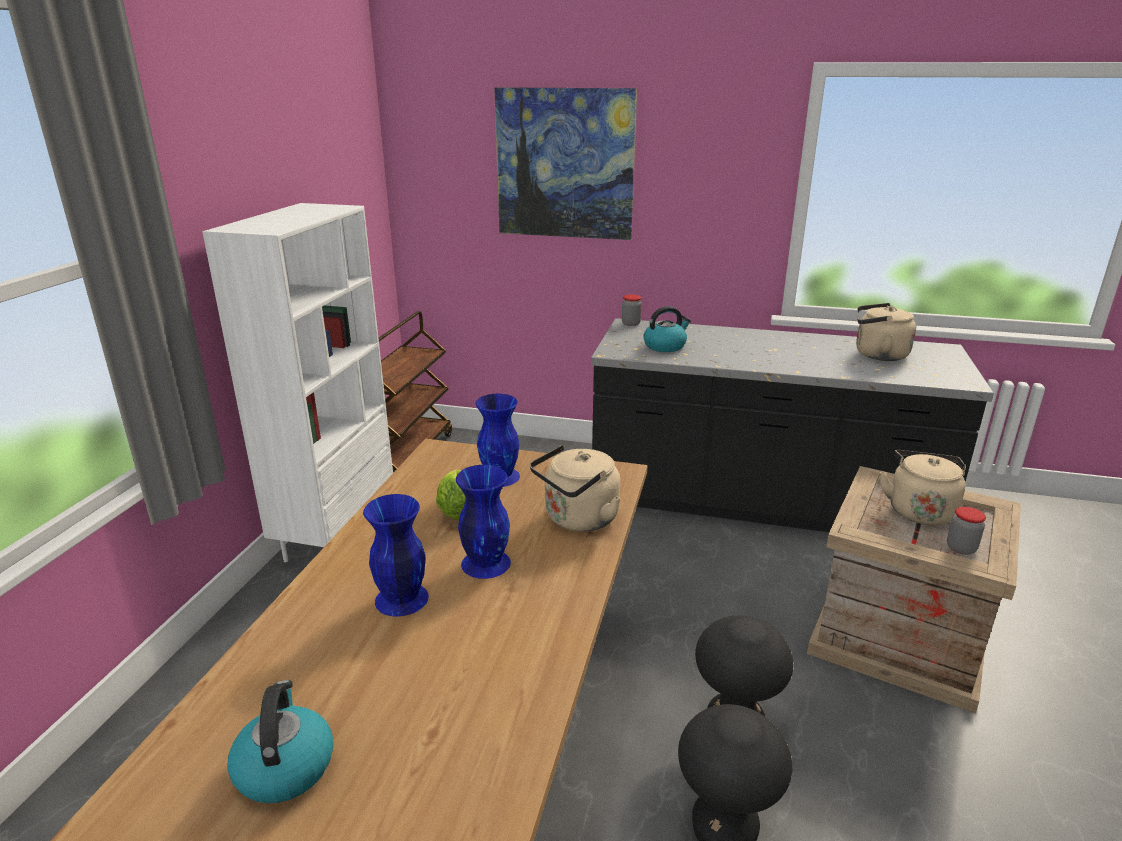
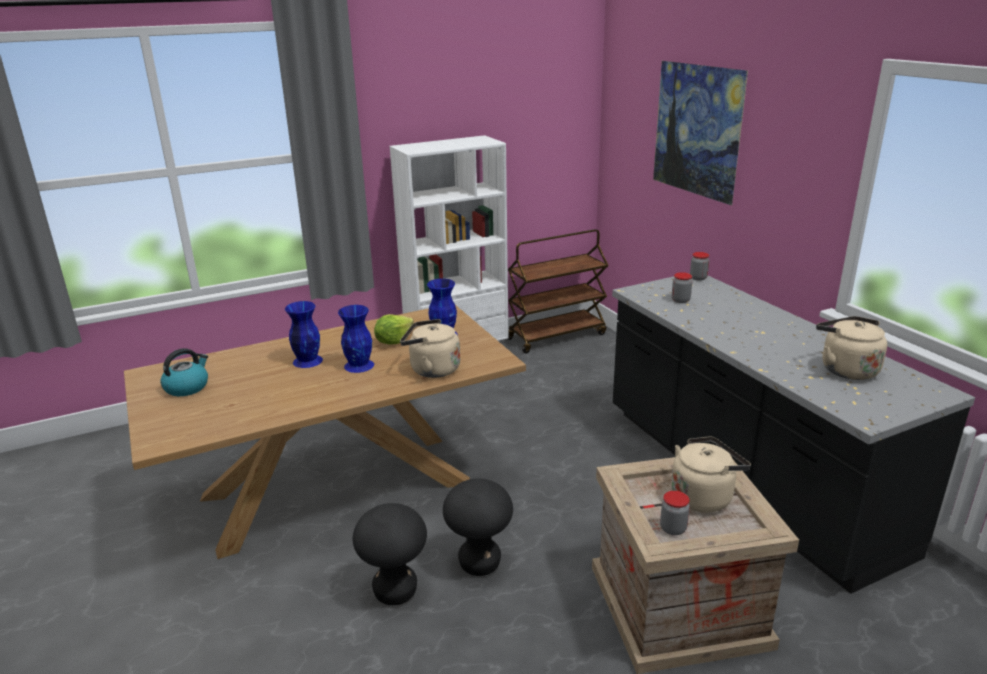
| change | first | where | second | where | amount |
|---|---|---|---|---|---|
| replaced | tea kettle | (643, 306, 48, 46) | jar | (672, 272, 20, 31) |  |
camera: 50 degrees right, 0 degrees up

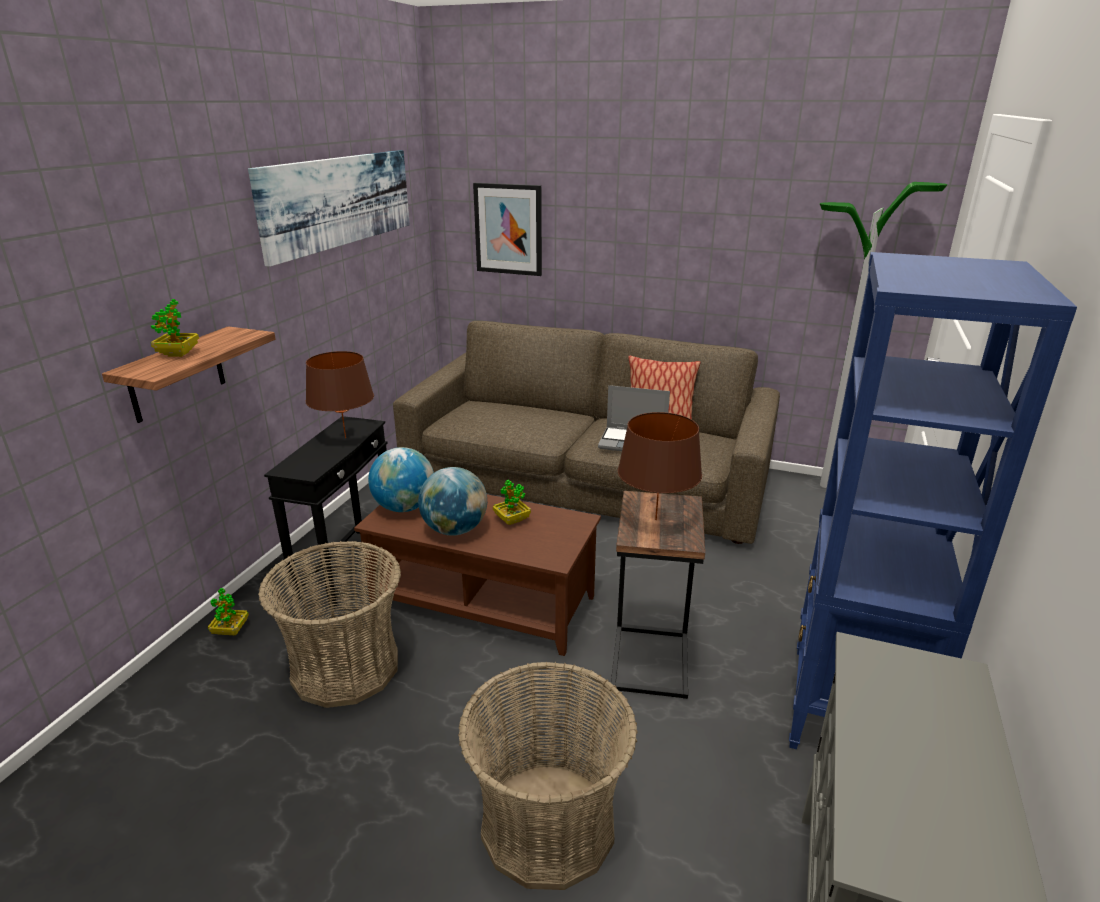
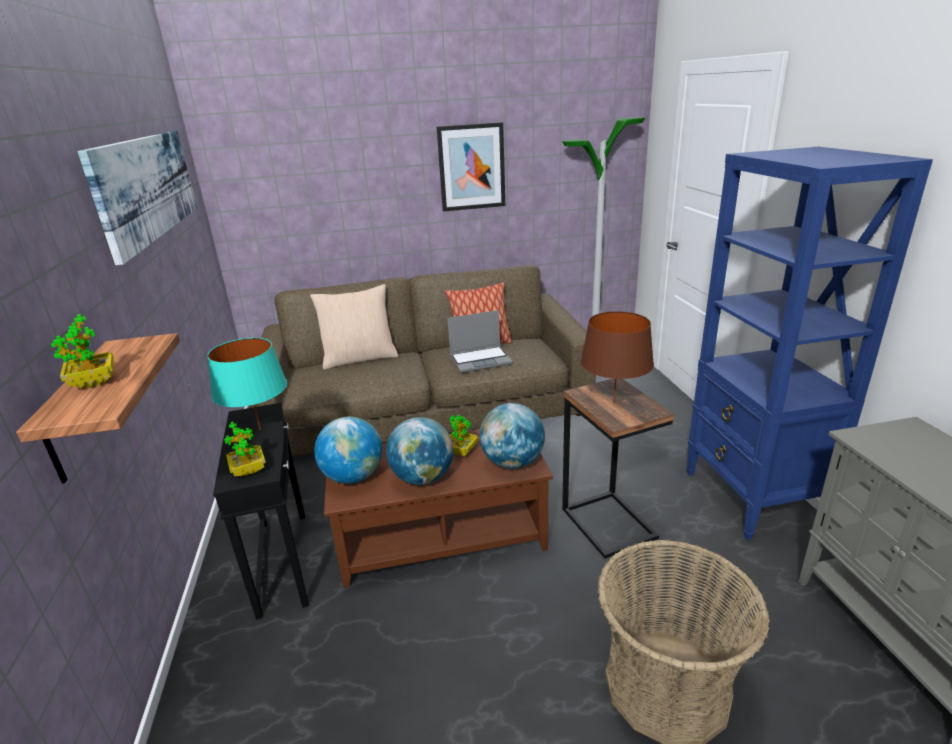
| change | first | where | second | where | amount |
|---|---|---|---|---|---|
| moved | plant in a pot | (208, 588, 41, 47) |  | (224, 422, 42, 54) |  |
| removed | household basket | (258, 541, 143, 167) |  |  |  |
| recoloured | table lamp/brown-coloured | (306, 351, 68, 87) | table lamp/blue-green | (207, 338, 80, 92) |  |
| moved | wall art | (473, 183, 69, 93) |  | (437, 122, 68, 89) |  |
| added |  |  | pillow/beige-coloured | (310, 284, 89, 86) |  |
| added |  |  | world globe | (479, 403, 66, 66) |  |
camera: 30 degrees left, 0 degrees up

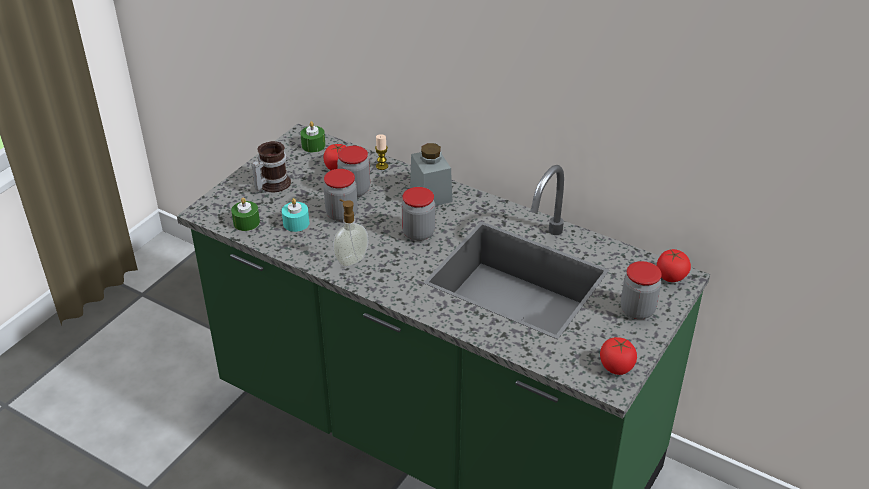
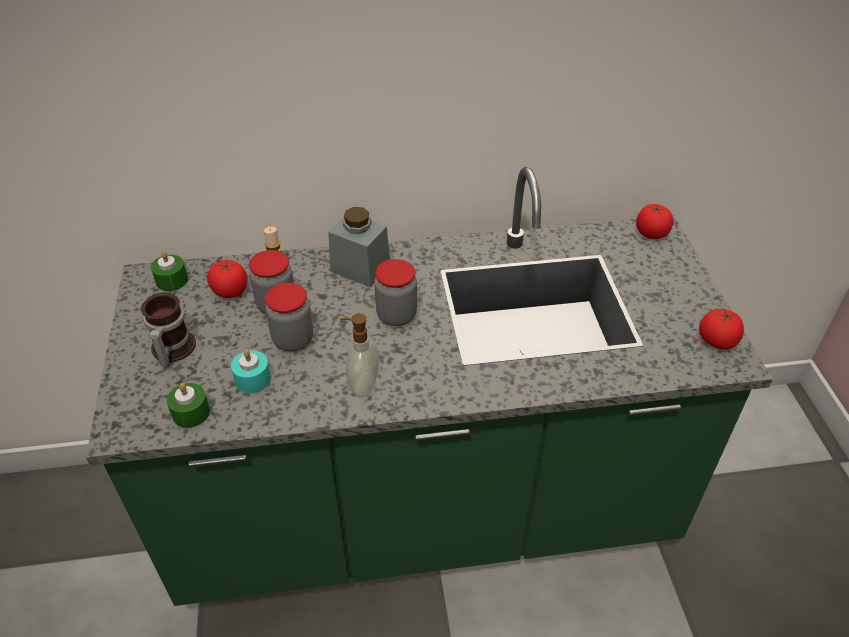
| change | first | where | second | where | amount |
|---|---|---|---|---|---|
| removed | jar | (621, 261, 41, 58) |  |  |  |
camera: 40 degrees left, 5 degrees up

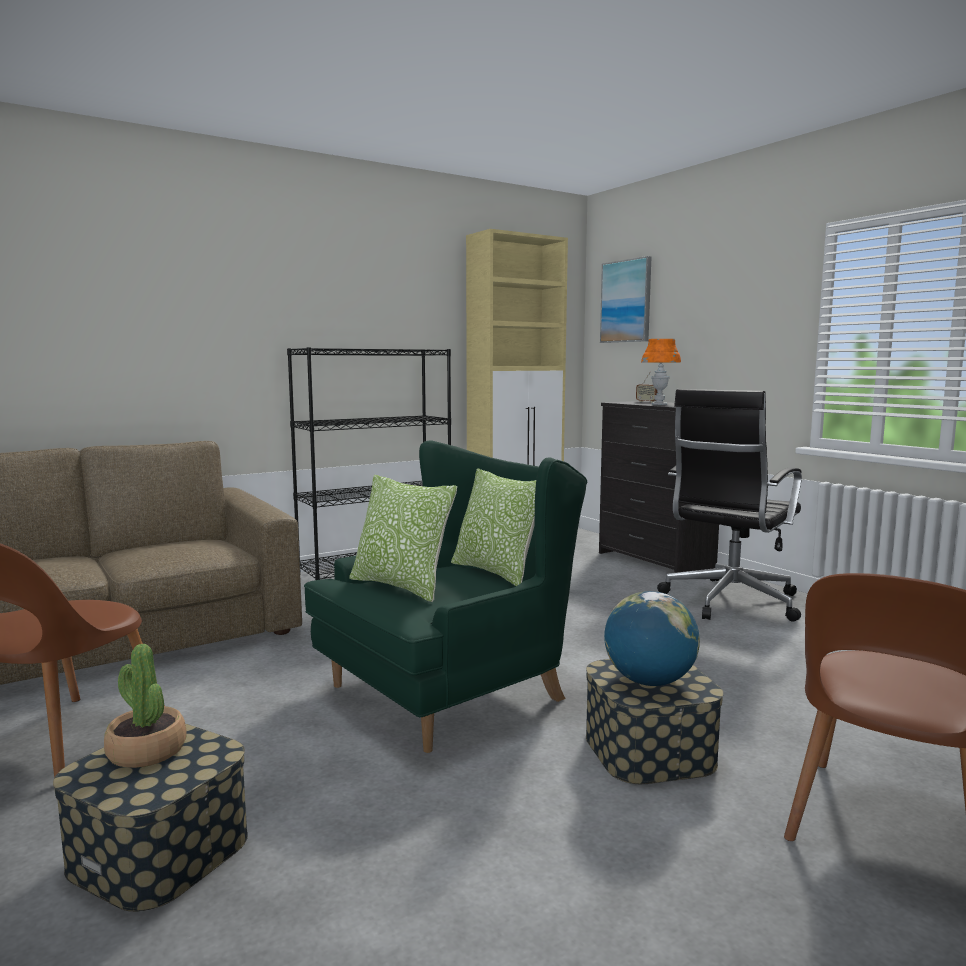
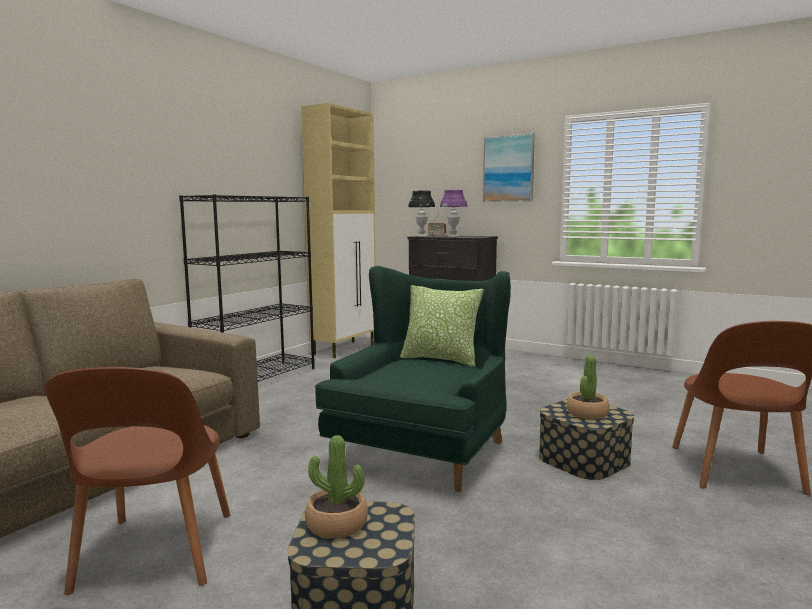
| change | first | where | second | where | amount |
|---|---|---|---|---|---|
| removed | pillow | (349, 475, 108, 127) |  |  |  |
| moved | wall art | (600, 256, 52, 87) |  | (483, 133, 52, 69) |  |
| replaced | world globe | (604, 591, 96, 95) | plant in a pot | (567, 355, 42, 65) |  |
| recoloured | table lamp/orangey | (641, 339, 40, 66) | table lamp/purple | (440, 190, 27, 47) |  |
| removed | desk chair/black-coloured | (657, 389, 145, 232) |  |  |  |
| added |  |  | table lamp/black-coloured | (408, 191, 27, 46) |  |
camera: 25 degrees left, 0 degrees up

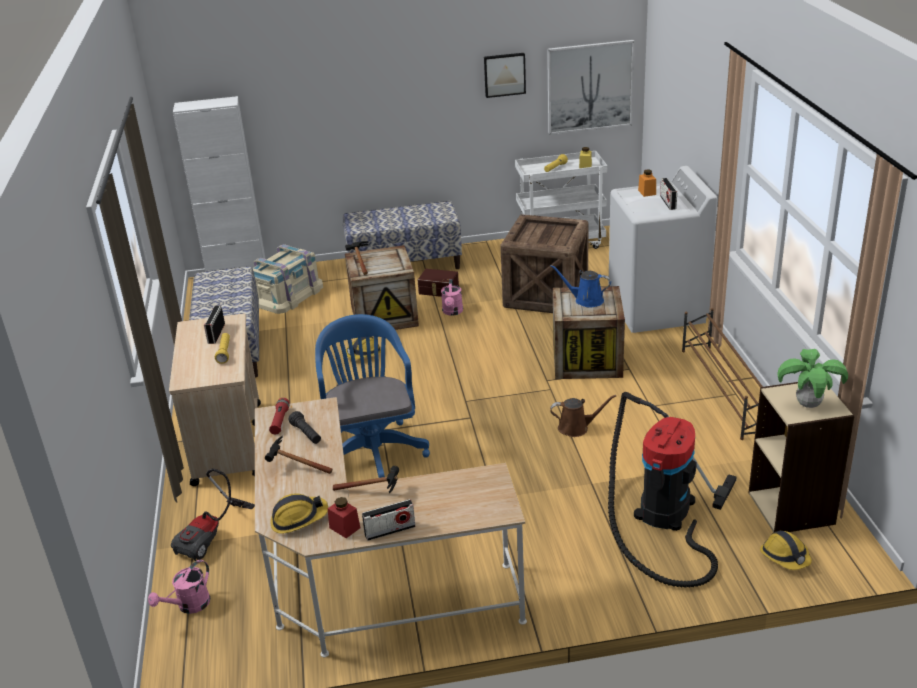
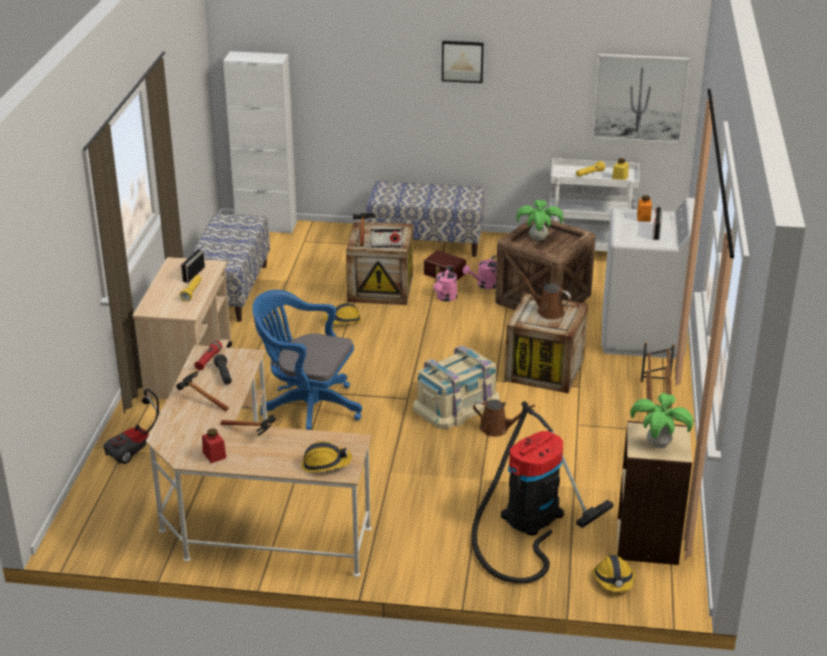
| change | first | where | second | where | amount |
|---|---|---|---|---|---|
| moved | watering can/pinkish | (148, 560, 62, 54) |  | (463, 255, 34, 34) |  |
| moved | storage bin/beige-coloured | (253, 244, 70, 70) |  | (413, 346, 86, 83) |  |
| moved | safety helmet | (270, 493, 58, 40) |  | (301, 441, 51, 31) |  |
| turned | desk chair/bluish | (315, 314, 115, 164) |  | (252, 290, 110, 140) | 75 degrees counterclockwise |
| moved | radio set | (362, 499, 54, 42) |  | (371, 228, 32, 20) |  |
| moved | wall art | (484, 53, 42, 45) |  | (442, 41, 42, 42) |  |
| recoloured | watering can/bluish | (551, 265, 60, 42) | watering can/brown-coloured | (519, 271, 52, 48) |  |
| added |  |  | plant in a pot | (516, 200, 47, 41) |  |
camera: 15 degrees right, 0 degrees up

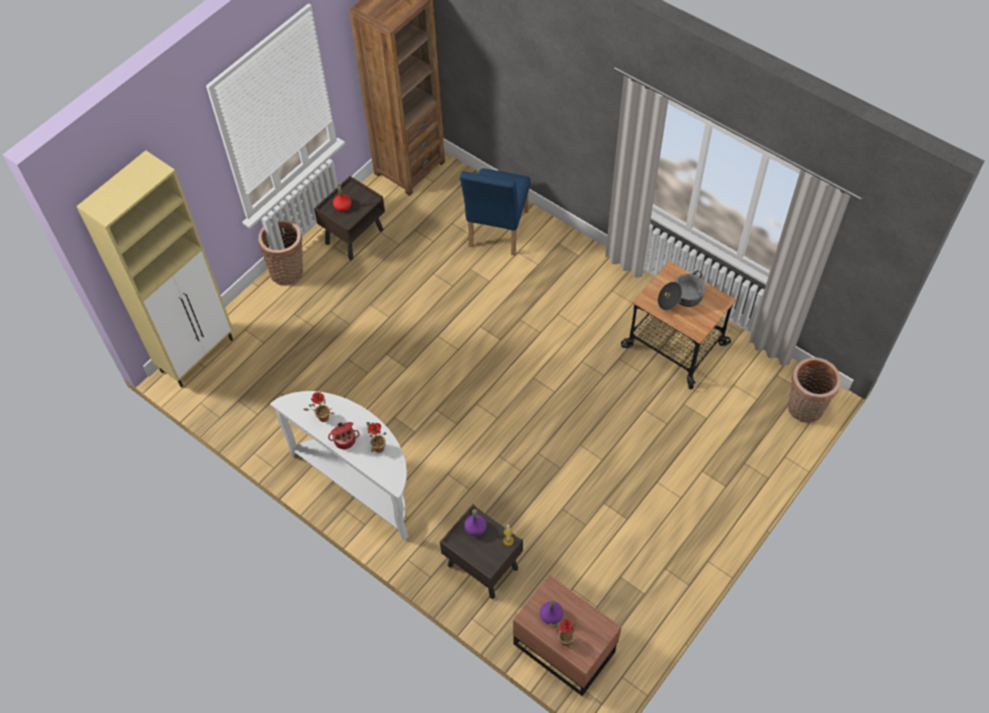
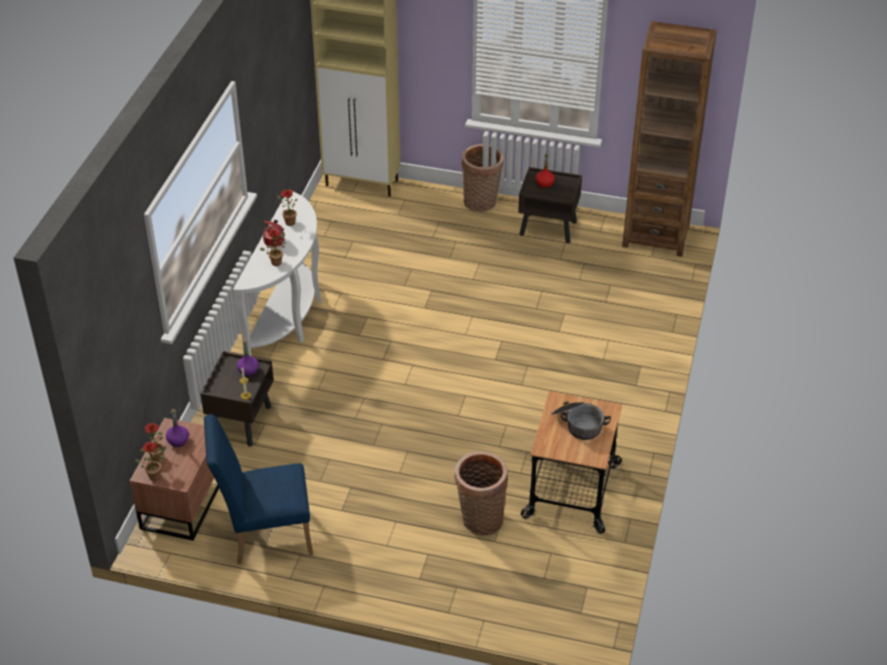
| change | first | where | second | where | amount |
|---|---|---|---|---|---|
| moved | chair/bluish | (460, 168, 70, 88) |  | (204, 414, 109, 150) |  |
| moved | household basket | (788, 357, 53, 66) |  | (455, 451, 53, 85) |  |
| added |  |  | plant in a pot | (135, 442, 31, 39) |  |
camera: 65 degrees right, 15 degrees down

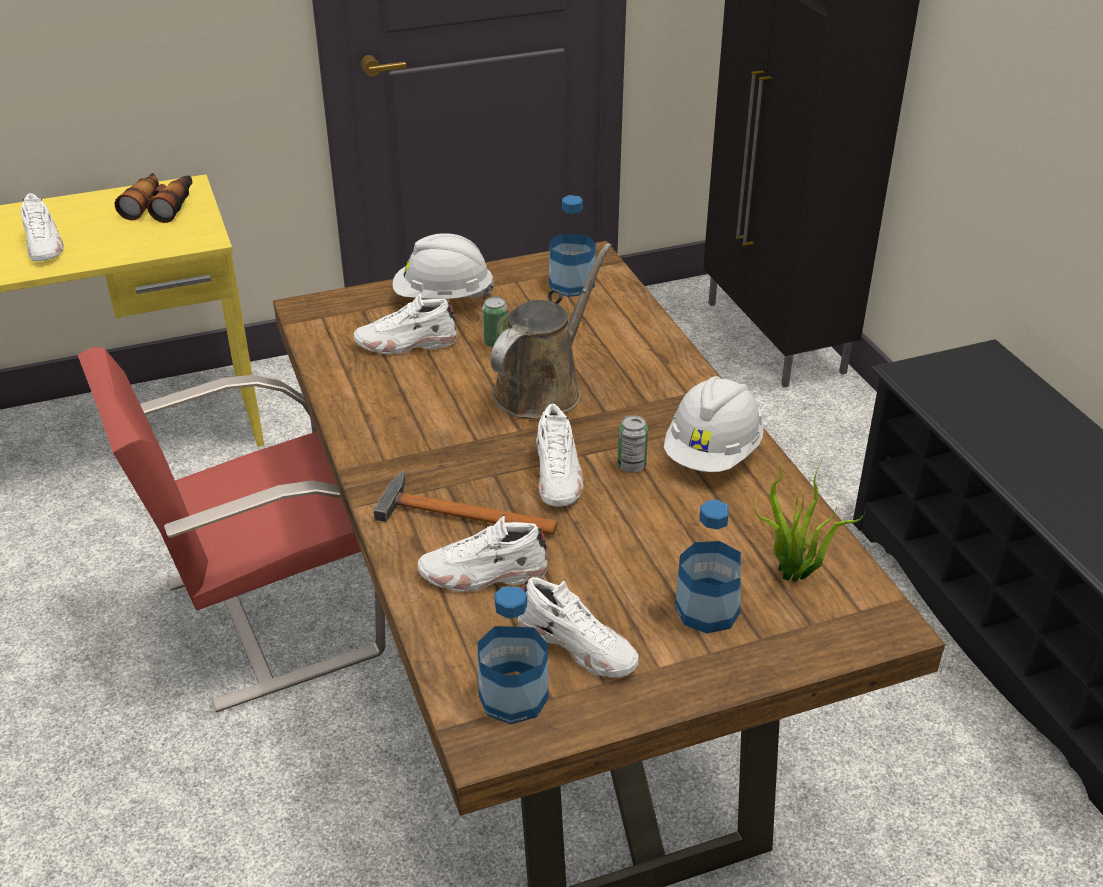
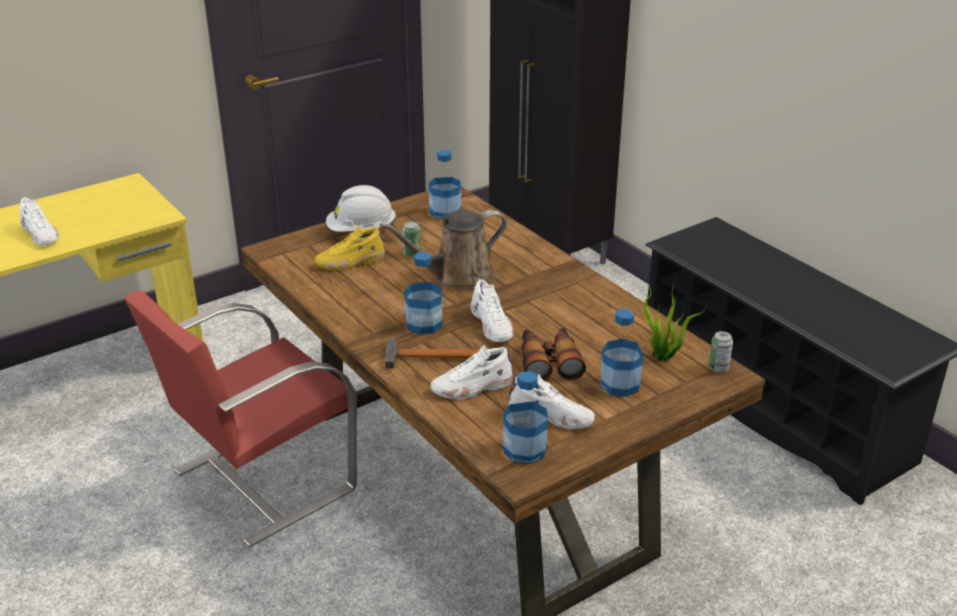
| change | first | where | second | where | amount |
|---|---|---|---|---|---|
| moved | binoculars | (115, 173, 78, 50) |  | (522, 328, 64, 53) |  |
| recoloured | low shoe/white-coloured | (354, 293, 103, 62) | low shoe/yellow-coloured | (315, 225, 70, 46) |  |
| turned | watering can/brown-coloured | (490, 243, 122, 176) |  | (380, 210, 127, 79) | 135 degrees counterclockwise |
| moved | sealed can | (617, 415, 31, 58) |  | (709, 331, 24, 42) |  |
| removed | safety helmet/white-coloured | (664, 376, 100, 96) |  |  |  |
| added |  |  | drink bottle | (404, 252, 39, 83) |  |
camera: 15 degrees left, 5 degrees down

